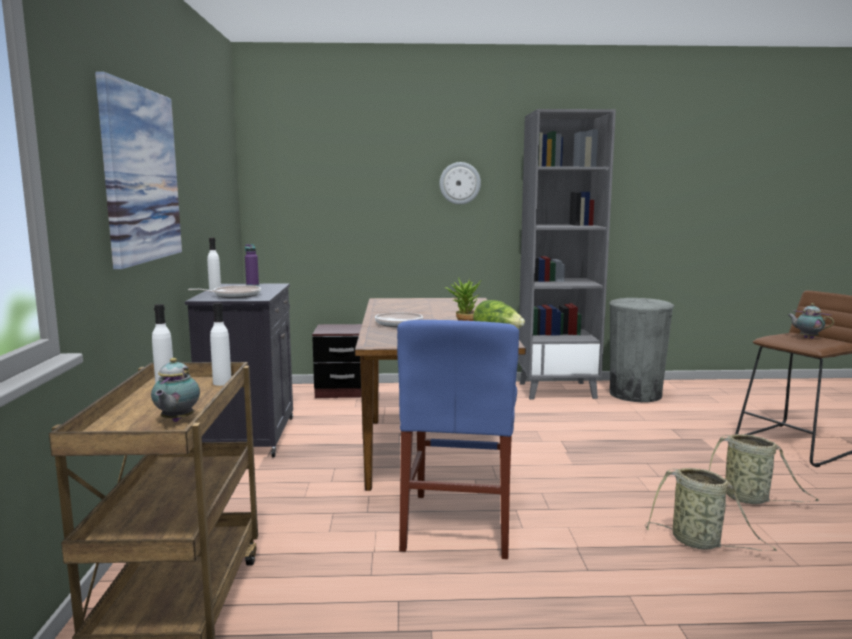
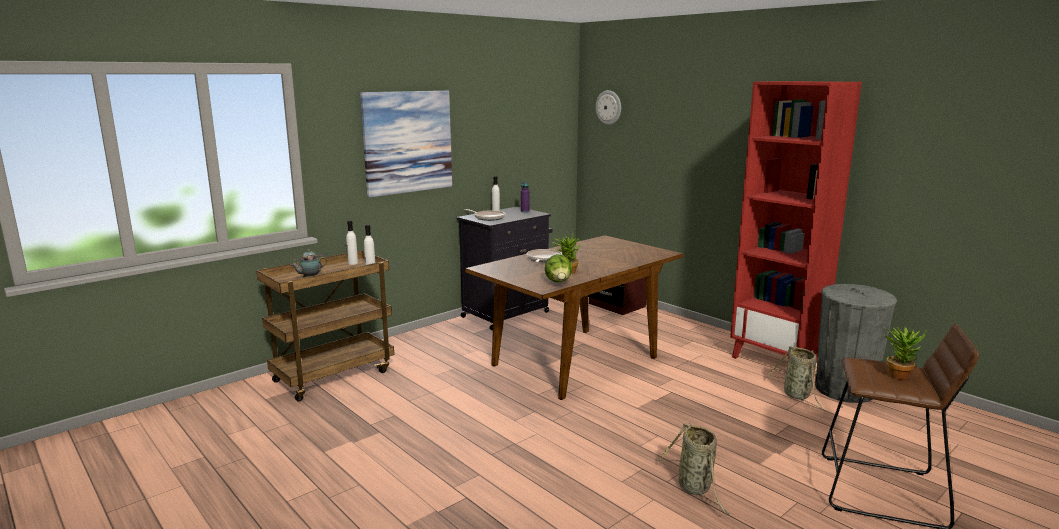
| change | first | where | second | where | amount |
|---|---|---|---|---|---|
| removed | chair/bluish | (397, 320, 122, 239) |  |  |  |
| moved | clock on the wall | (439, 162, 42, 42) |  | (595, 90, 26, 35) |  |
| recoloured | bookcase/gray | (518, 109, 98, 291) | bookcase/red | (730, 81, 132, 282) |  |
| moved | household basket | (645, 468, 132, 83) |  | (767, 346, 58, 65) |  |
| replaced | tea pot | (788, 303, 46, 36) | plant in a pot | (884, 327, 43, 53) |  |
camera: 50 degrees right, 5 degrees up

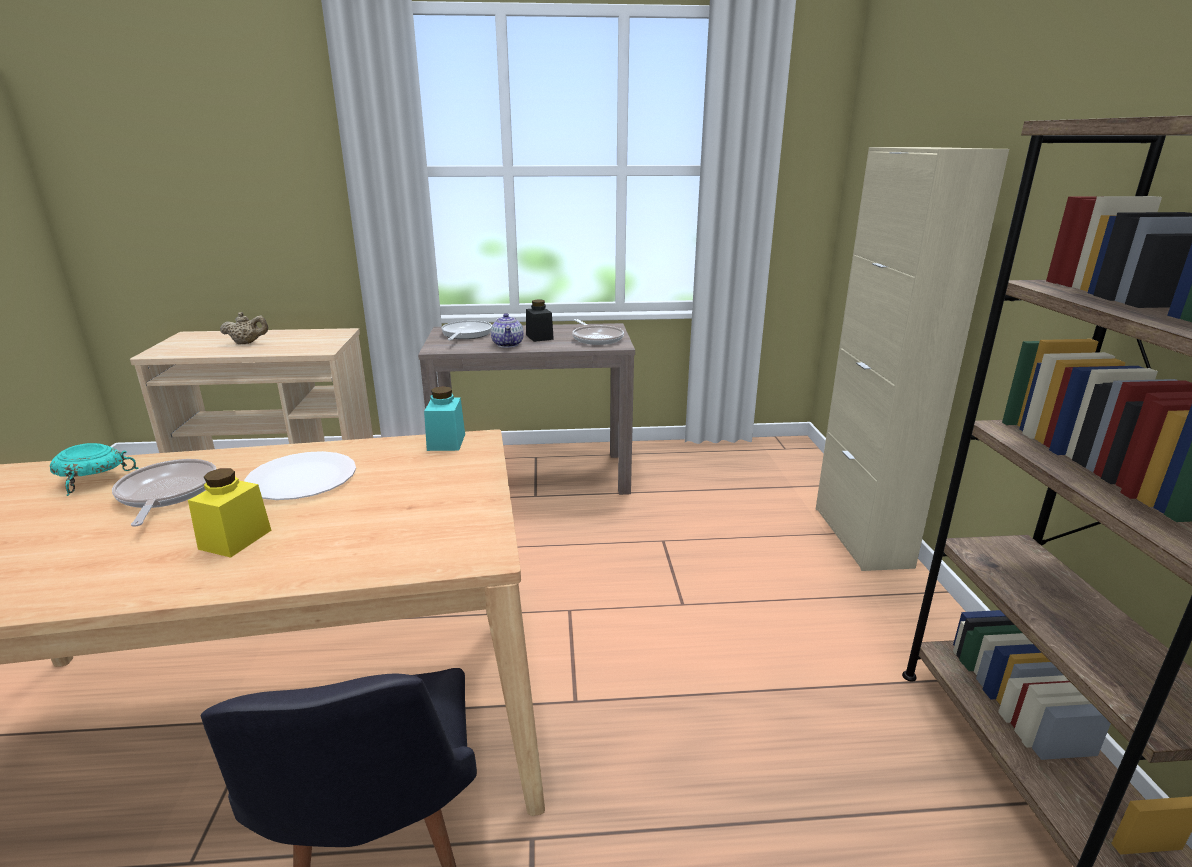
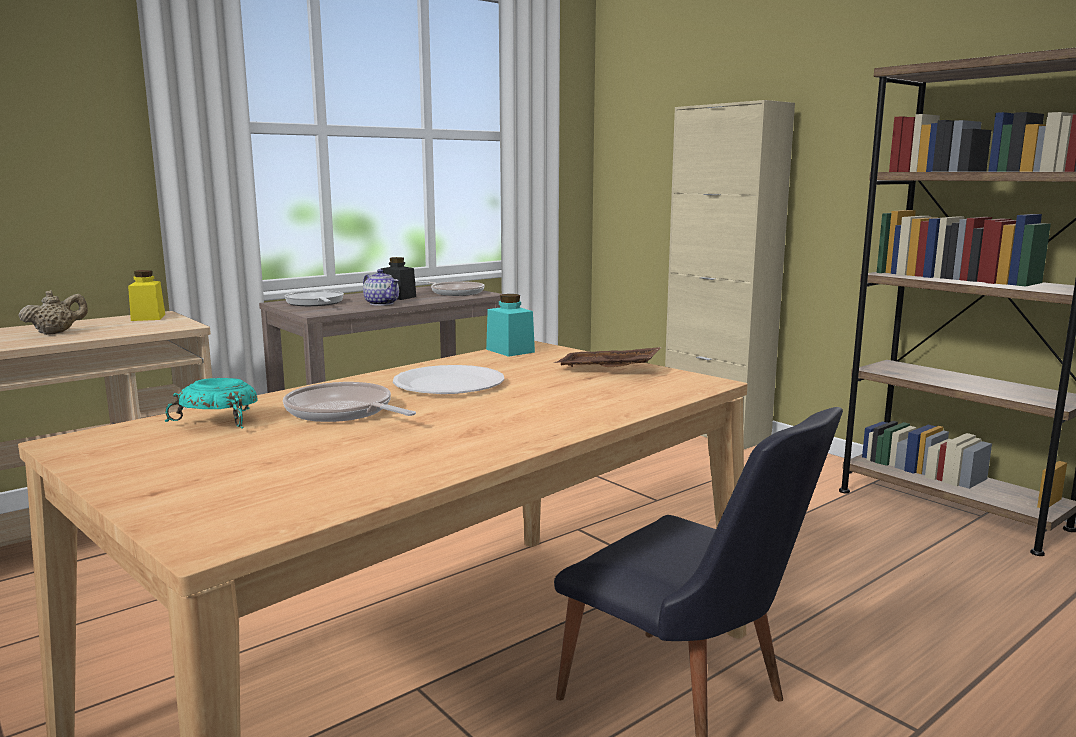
| change | first | where | second | where | amount |
|---|---|---|---|---|---|
| moved | jar/yellow-coloured | (188, 468, 84, 90) |  | (128, 270, 37, 51) |  |
| added |  |  | tray/brown-coloured | (554, 347, 108, 20) |  |
camera: 35 degrees left, 10 degrees down

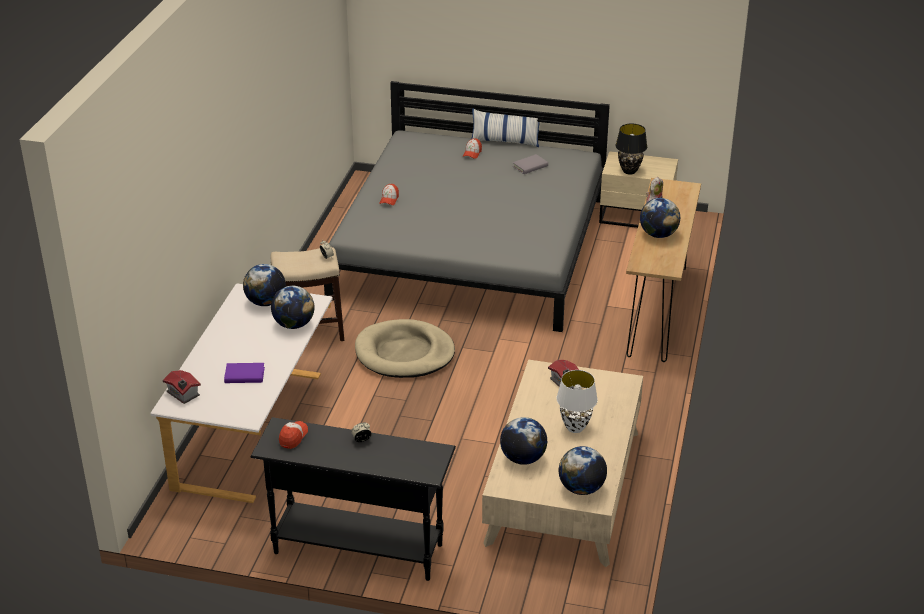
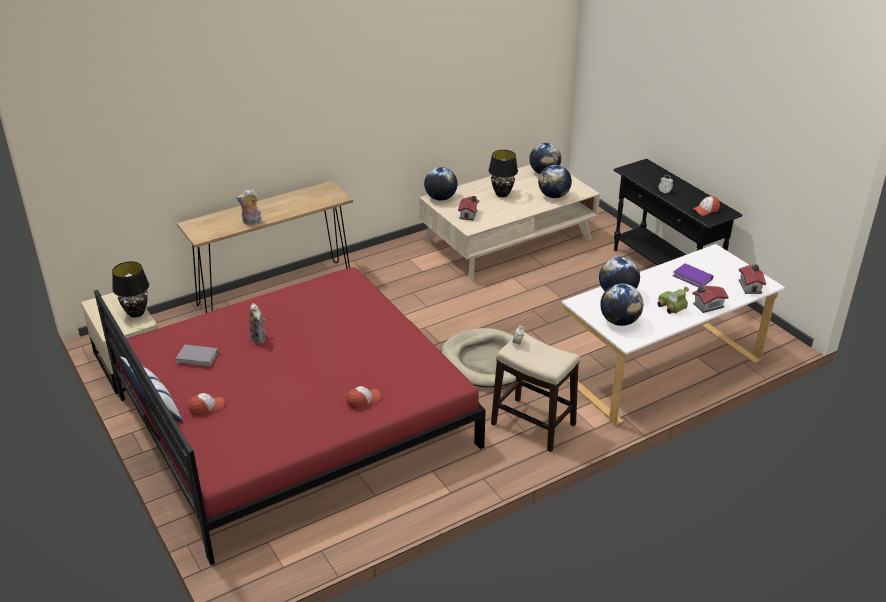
| change | first | where | second | where | amount |
|---|---|---|---|---|---|
| recoloured | bed/gray | (324, 81, 286, 251) | bed/red | (94, 268, 392, 297) |  |
| recoloured | table lamp/white-coloured | (556, 370, 42, 63) | table lamp/black-coloured | (488, 150, 30, 47) |  |
| moved | world globe | (640, 198, 40, 40) |  | (424, 167, 34, 34) |  |
| added |  |  | soft toy | (249, 303, 17, 41) |  |
| added |  |  | miniature car | (657, 286, 32, 28) |  |
| added |  |  | model house | (693, 286, 35, 27) |  |
camera: 135 degrees left, 0 degrees up

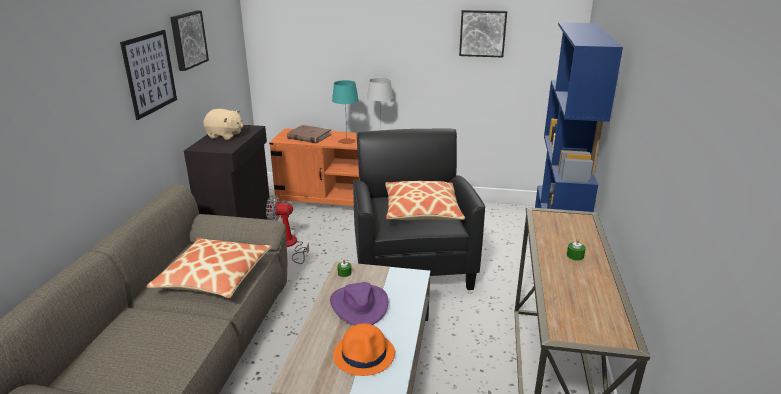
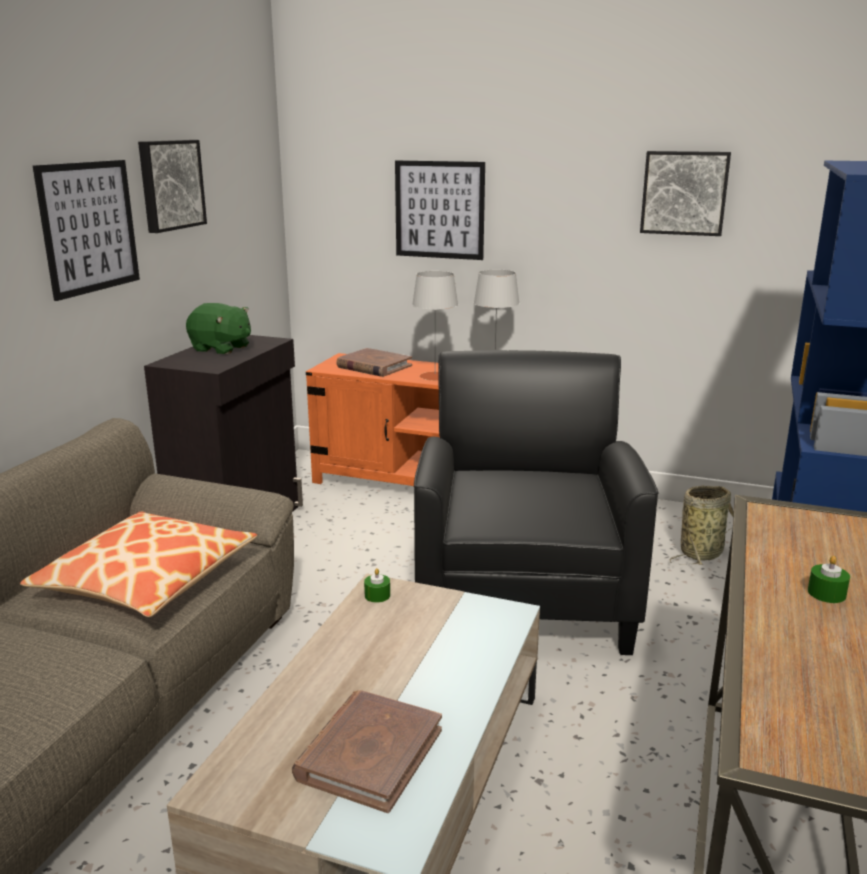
| change | first | where | second | where | amount |
|---|---|---|---|---|---|
| recoloured | soft toy/beige-coloured | (203, 109, 40, 31) | soft toy/greenish | (186, 303, 65, 51) |  |
| removed | fan | (266, 195, 43, 69) |  |  |  |
| removed | clothing hat/purple | (330, 282, 58, 44) |  |  |  |
| recoloured | table lamp/blue-green | (332, 80, 27, 64) | table lamp/gray | (412, 271, 46, 110) |  |
| replaced | clothing hat/orangey | (333, 323, 62, 53) | bound book/brown-coloured | (292, 690, 150, 123) |  |
| removed | pillow | (385, 181, 80, 39) |  |  |  |
| added |  |  | wall art | (395, 160, 90, 100) |  |
| added |  |  | household basket | (670, 486, 64, 79) |  |
camera: 10 degrees right, 5 degrees down

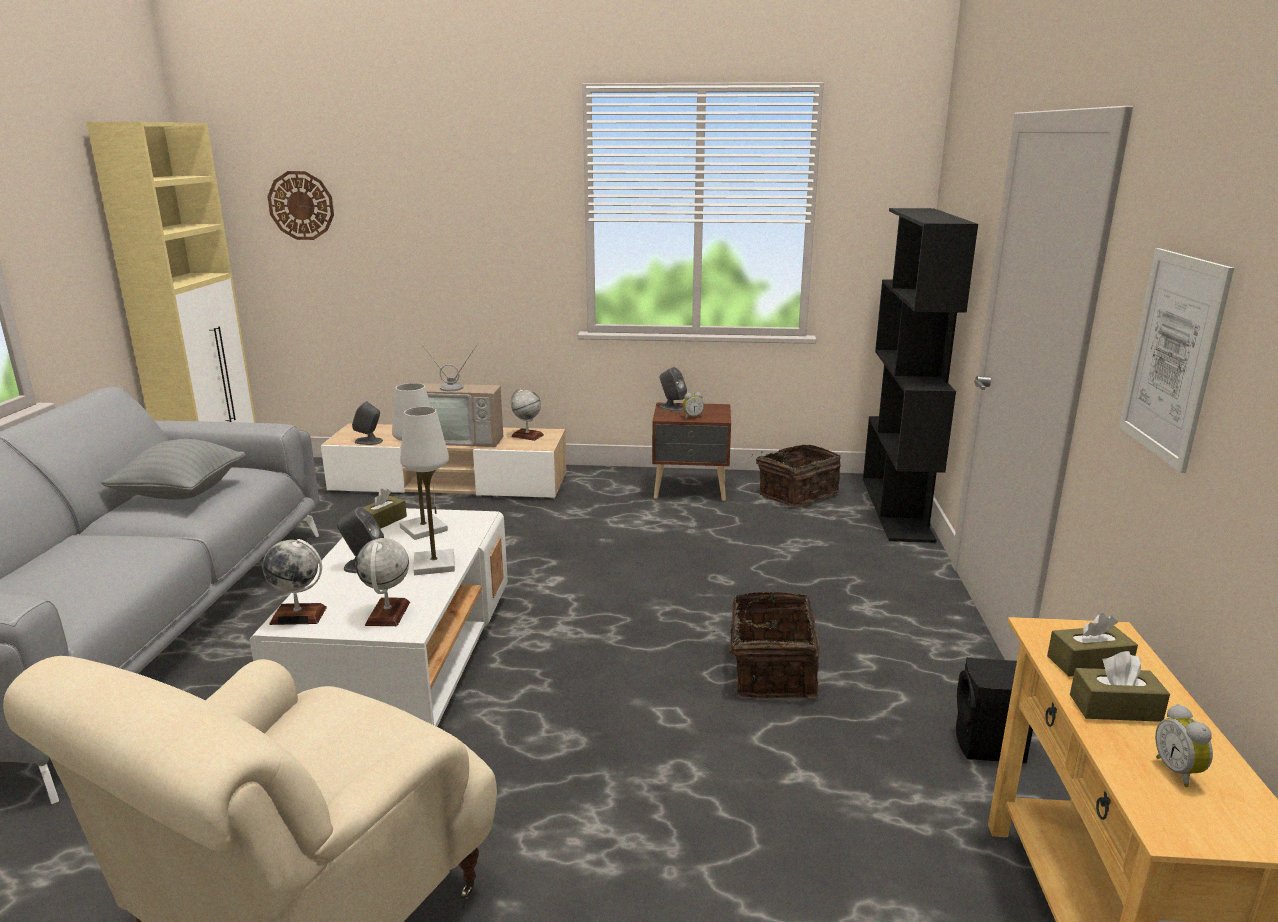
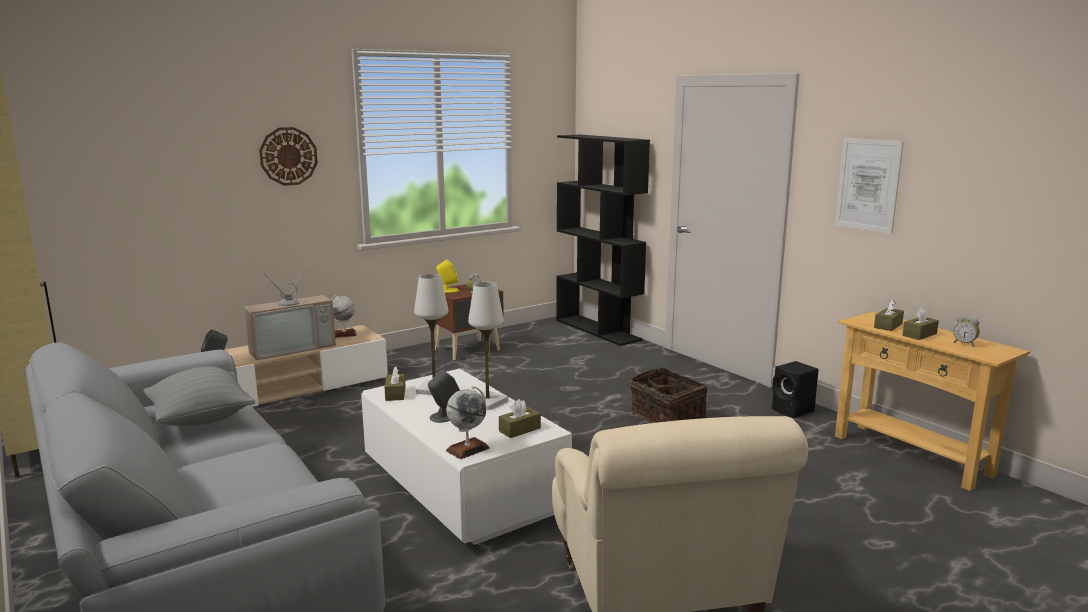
| change | first | where | second | where | amount |
|---|---|---|---|---|---|
| moved | clock on the wall | (267, 171, 67, 69) |  | (259, 127, 59, 59) |  |
| replaced | world globe | (356, 538, 54, 88) | tissue box/brown-coloured | (499, 399, 42, 39) |  |
| recoloured | audio speaker/gray | (659, 367, 28, 45) | audio speaker/yellow-coloured | (436, 259, 23, 33) |  |
| removed | household basket | (752, 445, 89, 62) |  |  |  |
camera: 40 degrees left, 5 degrees down

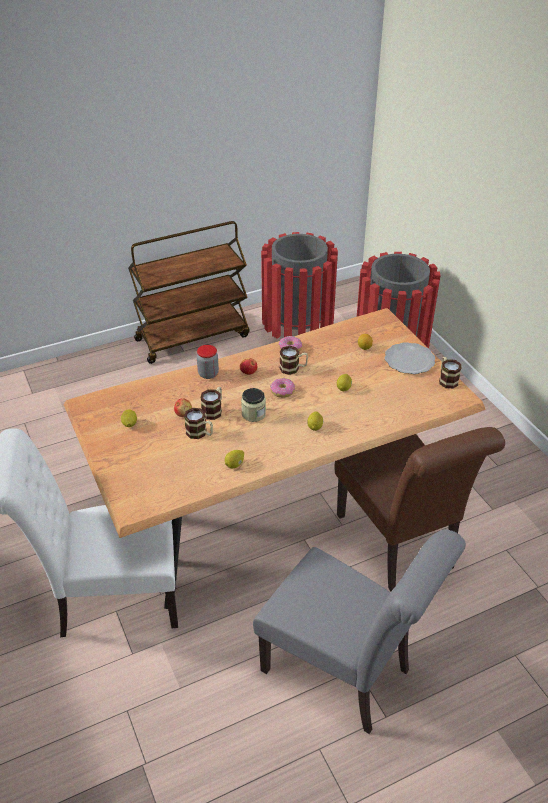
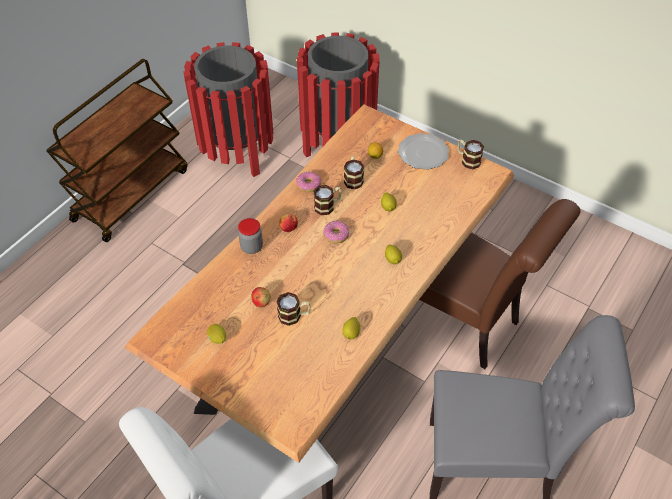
| change | first | where | second | where | amount |
|---|---|---|---|---|---|
| moved | tea mug | (201, 387, 21, 33) |  | (344, 156, 20, 34) |  |
| removed | jar | (241, 388, 25, 34) |  |  |  |
camera: 30 degrees left, 10 degrees up

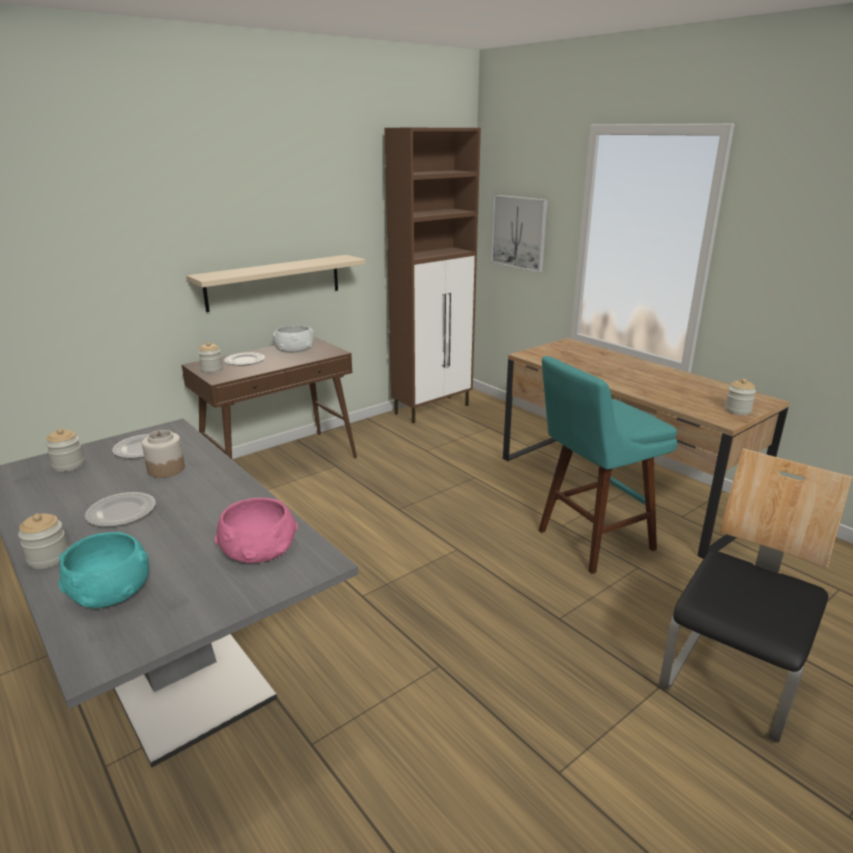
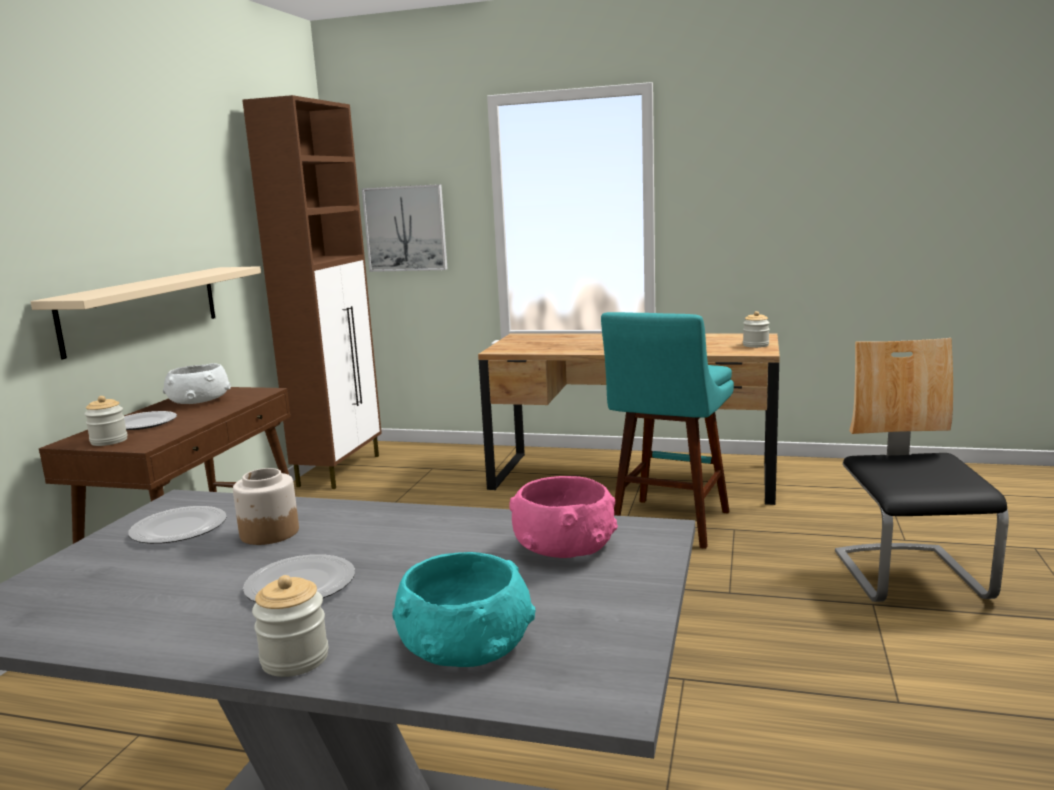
| change | first | where | second | where | amount |
|---|---|---|---|---|---|
| removed | jar | (45, 428, 39, 44) |  |  |  |
camera: 35 degrees left, 10 degrees down

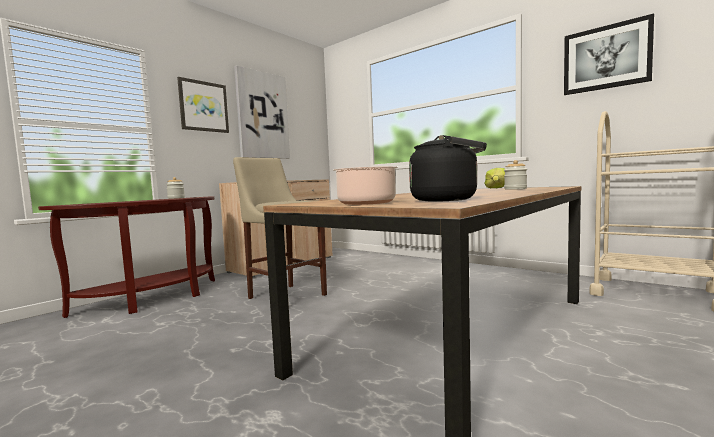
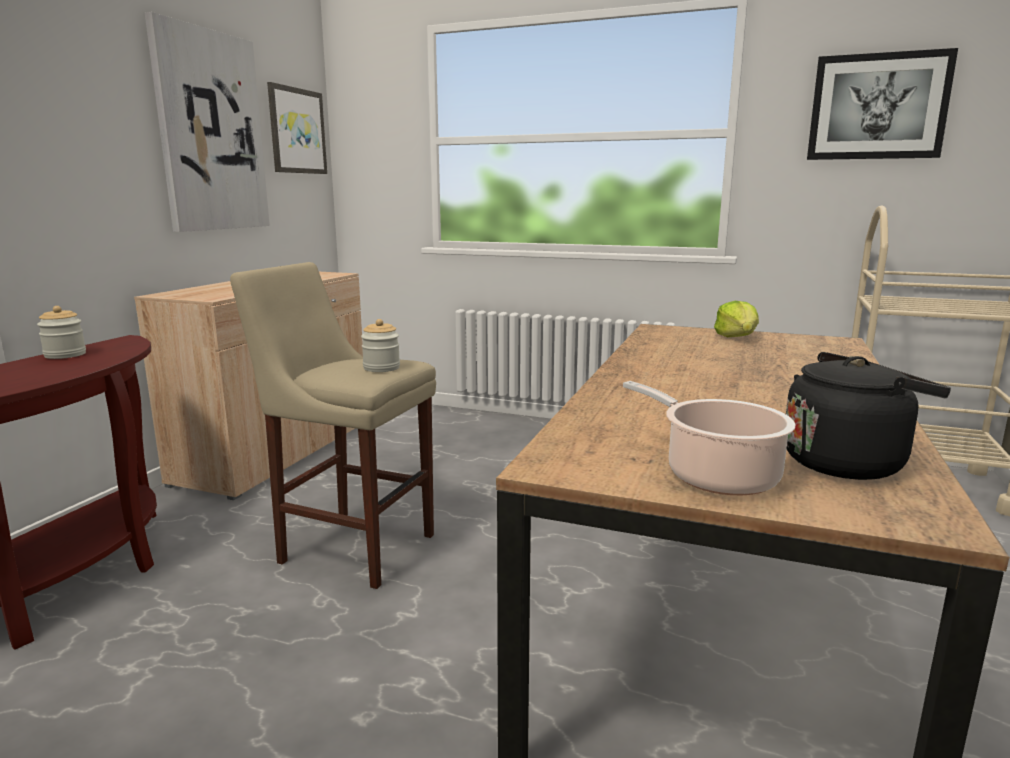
| change | first | where | second | where | amount |
|---|---|---|---|---|---|
| moved | wall art | (177, 77, 52, 56) |  | (267, 82, 60, 92) |  |
| moved | jar | (504, 160, 23, 30) |  | (361, 319, 39, 53) |  |
camera: 20 degrees left, 10 degrees up

